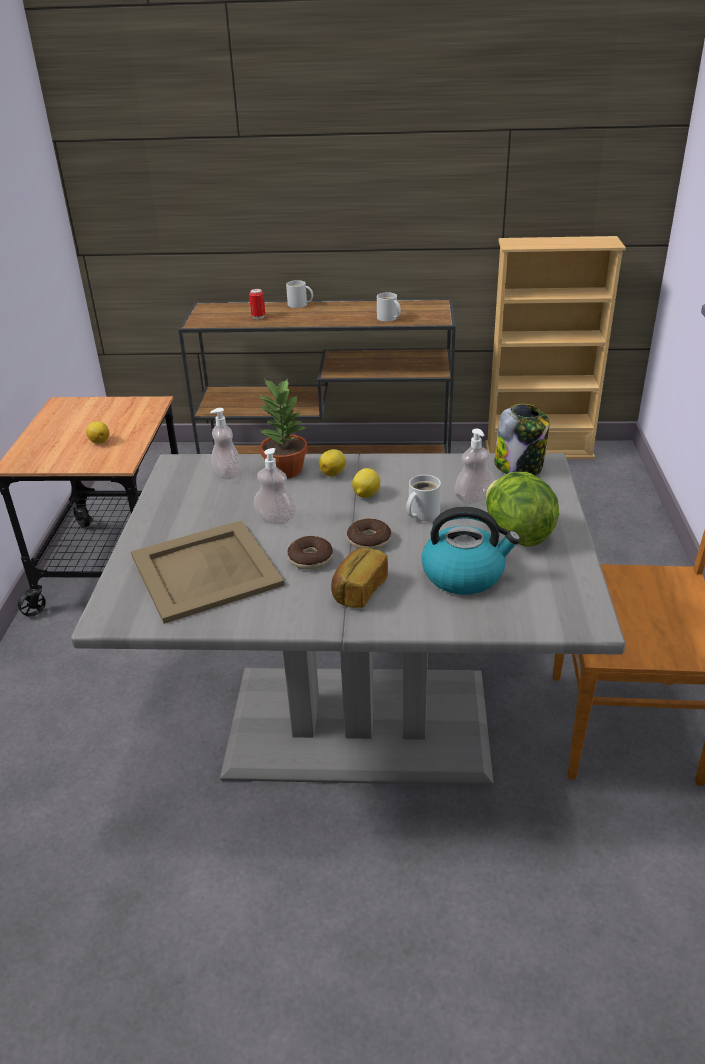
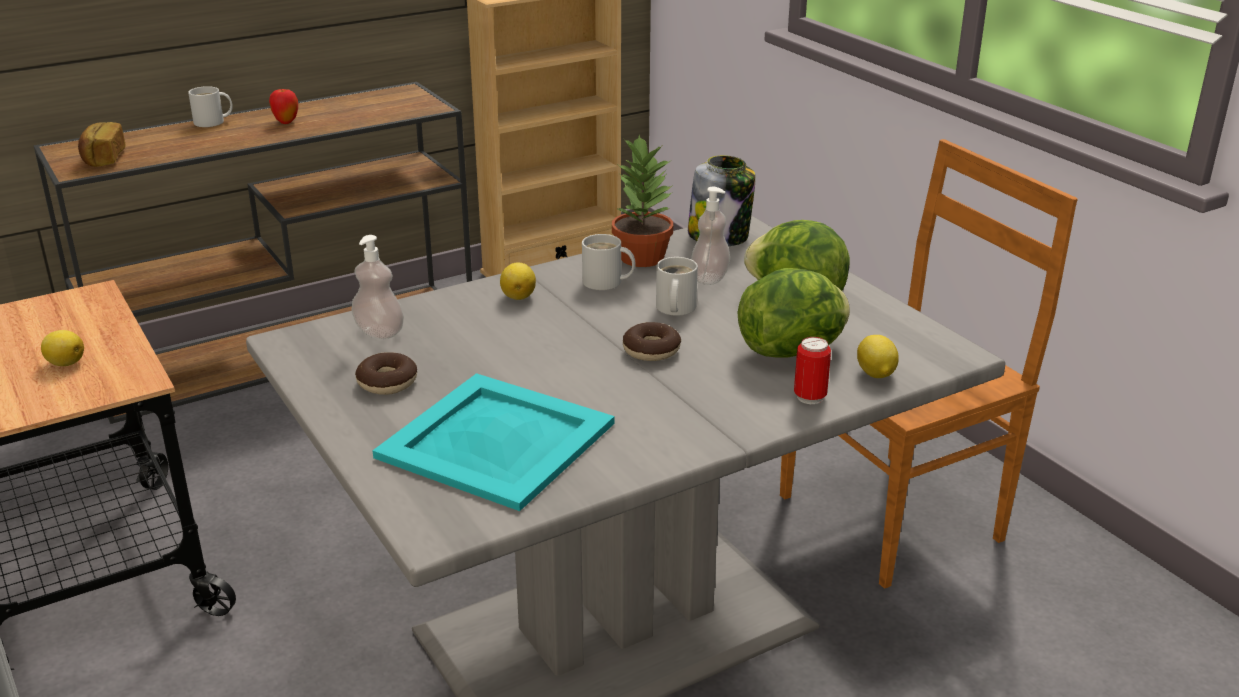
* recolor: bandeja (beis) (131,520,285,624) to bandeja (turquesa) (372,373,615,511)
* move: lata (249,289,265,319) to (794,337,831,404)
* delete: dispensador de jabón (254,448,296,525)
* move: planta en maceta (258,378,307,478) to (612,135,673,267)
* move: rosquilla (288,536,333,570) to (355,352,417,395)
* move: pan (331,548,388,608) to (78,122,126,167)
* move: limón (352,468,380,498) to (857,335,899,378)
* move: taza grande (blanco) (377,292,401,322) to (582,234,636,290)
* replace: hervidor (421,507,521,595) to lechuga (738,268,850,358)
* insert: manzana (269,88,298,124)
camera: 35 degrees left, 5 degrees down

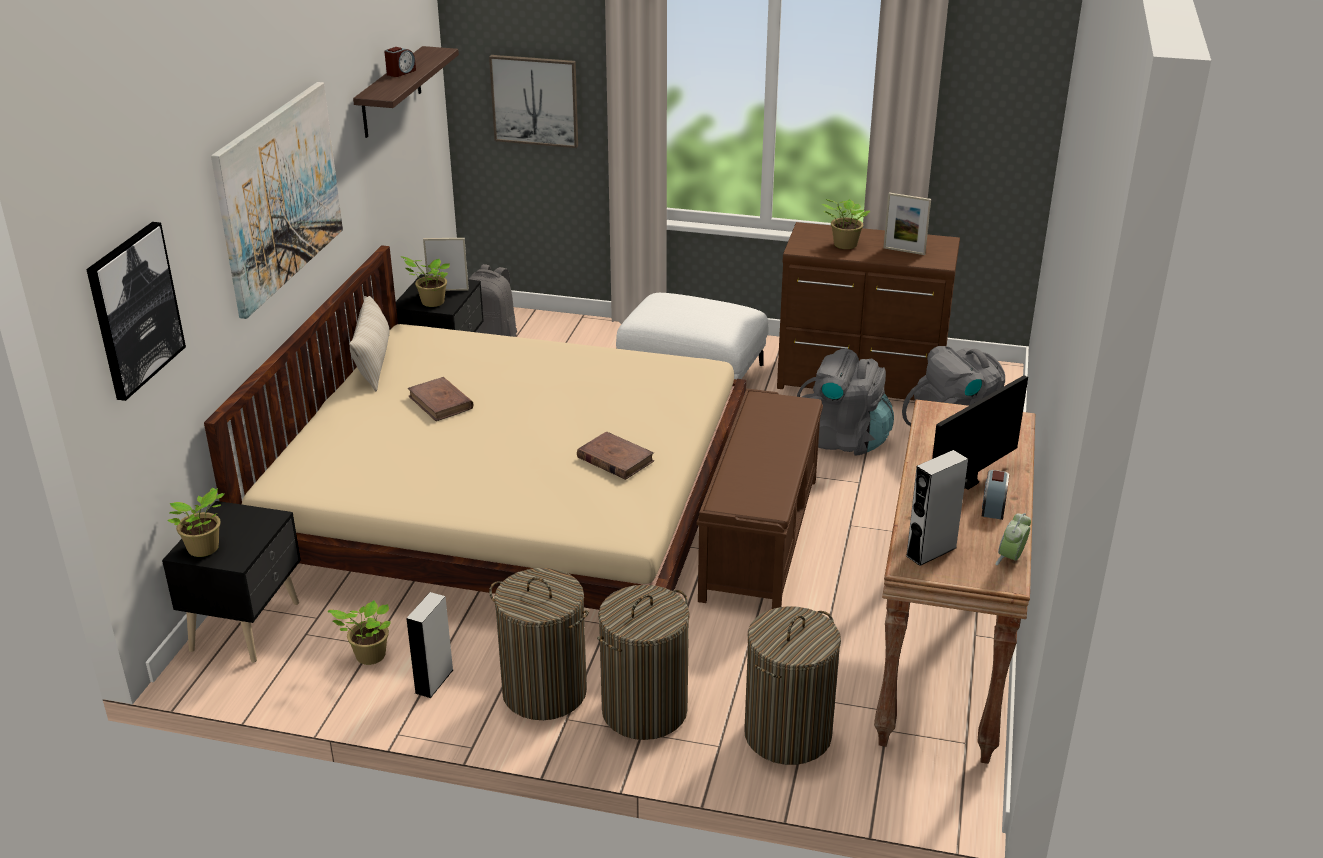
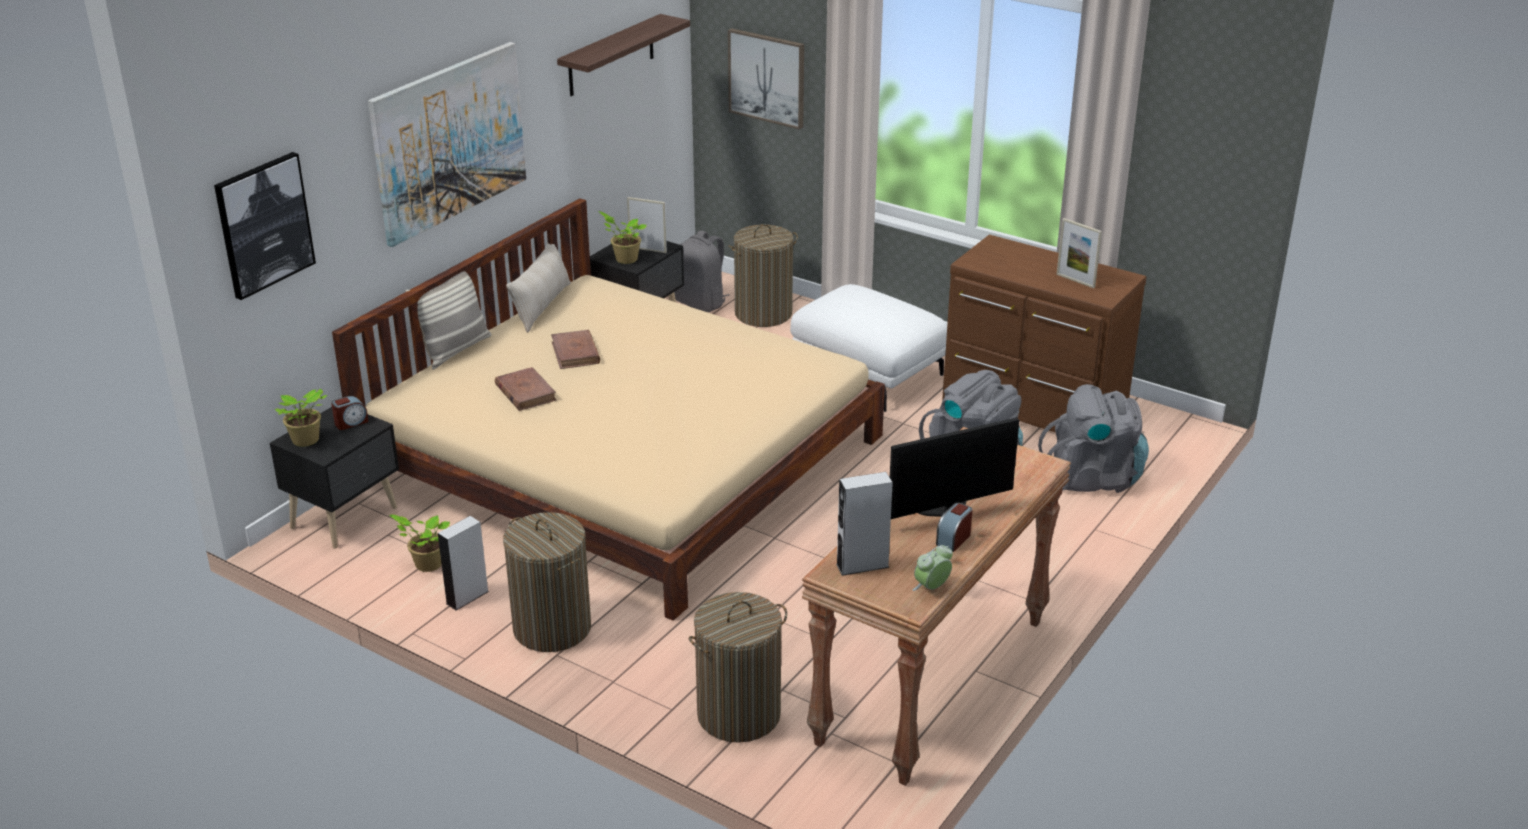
* move: despertador (384,47,416,77) to (331,396,369,430)
* move: libro (marrón) (577,431,654,480) to (495,367,557,411)
* move: cesto de la ropa (597,585,690,740) to (728,224,798,327)
* delete: banco (marrón) (697,389,823,609)
* delete: planta en maceta (821,199,870,249)
* insert: cojín (405,271,492,370)
camera: 20 degrees right, 0 degrees up

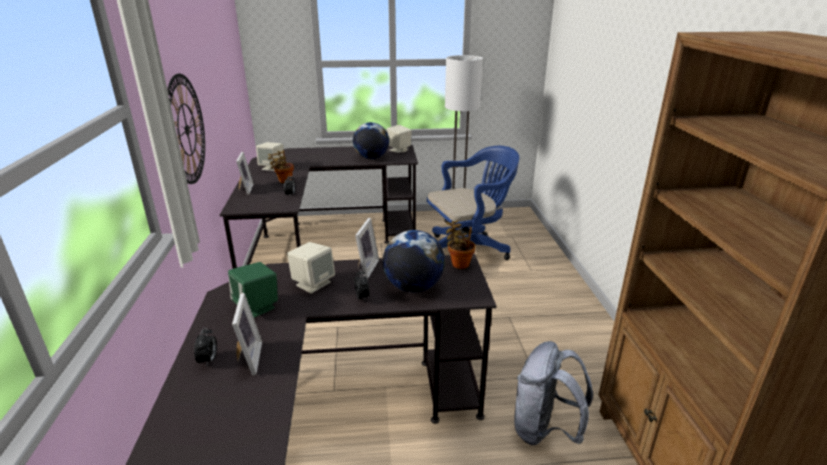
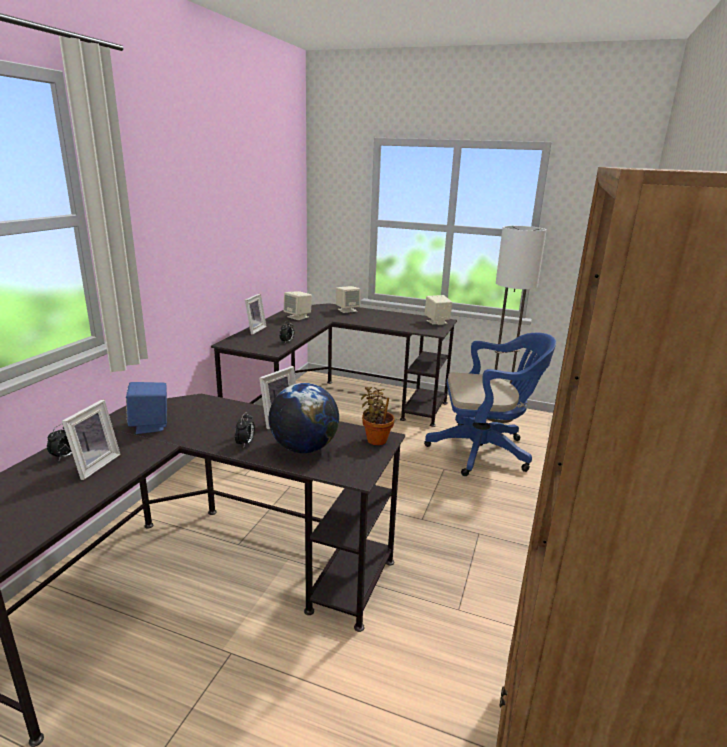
* delete: reloj de pared (167,74,205,184)
* recolor: altavoz (verde) (228,262,278,318) to altavoz (azul) (126,382,167,434)
* delete: planta en maceta (268,150,294,183)
* move: altavoz (beis) (287,242,335,294) to (336,286,360,313)
* delete: globo terráqueo (353,122,389,159)
* delete: mochila (gris) (514,341,593,445)
camera: 25 degrees right, 5 degrees down

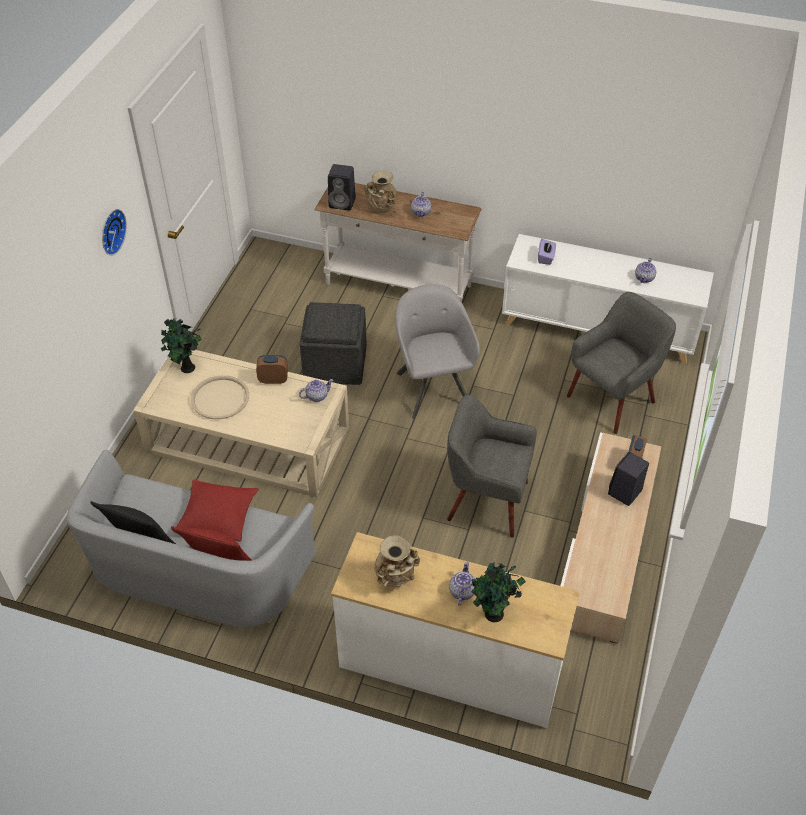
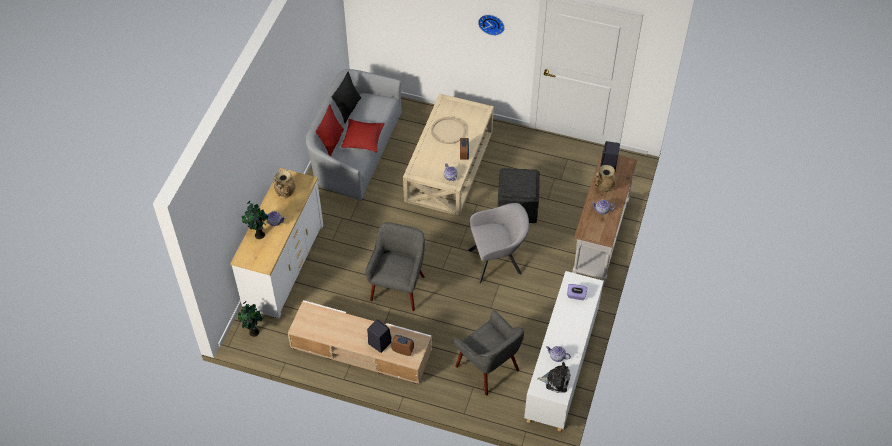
* move: planta en maceta (161,318,202,373) to (237,301,263,337)
* insert: peluche (537,362,570,393)
camera: 90 degrees right, 5 degrees up

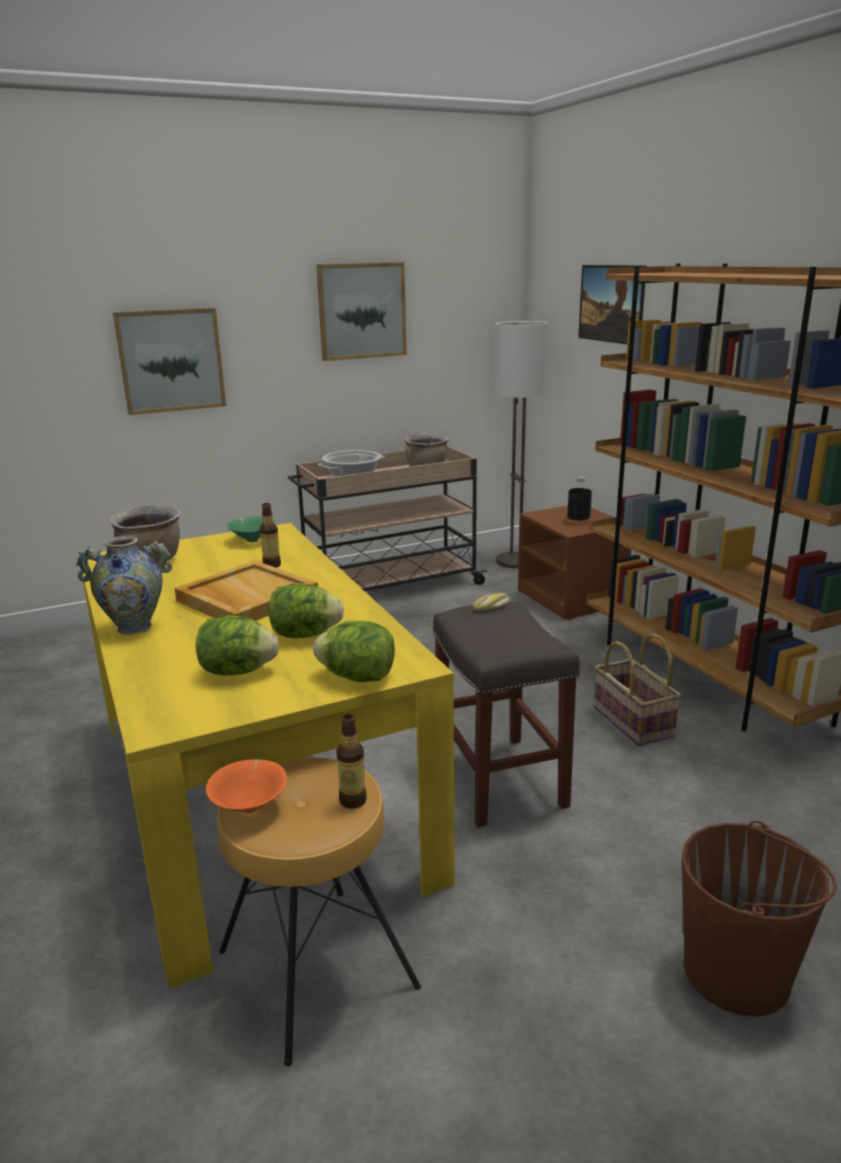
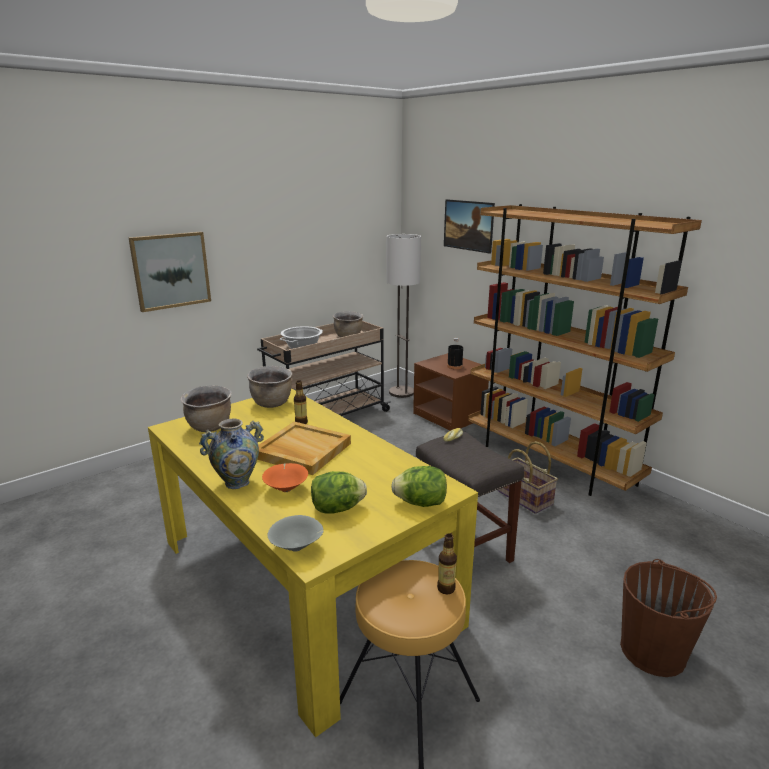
* move: cuenco (naranja) (206,759,287,813) to (262,463,308,492)
* replace: cuenco (verde) (227,516,275,542) to olla (marrón) (247,366,292,408)
* delete: lechuga (269,583,344,638)
* delete: cuadro (316,262,407,361)
* insert: cuenco (gris) (268,515,324,552)
camera: 15 degrees left, 0 degrees up

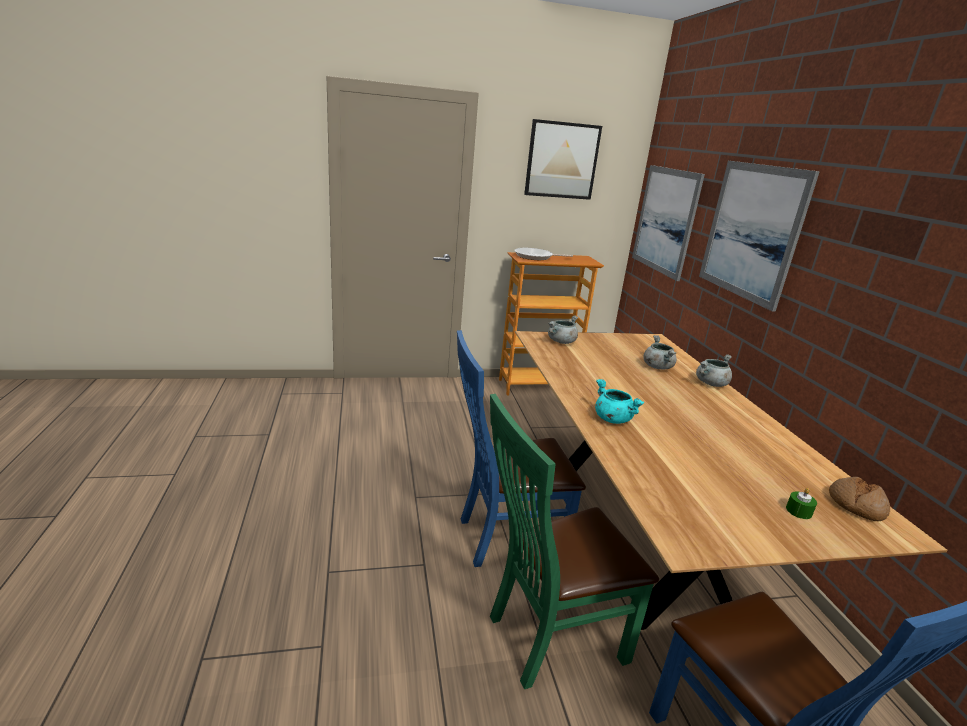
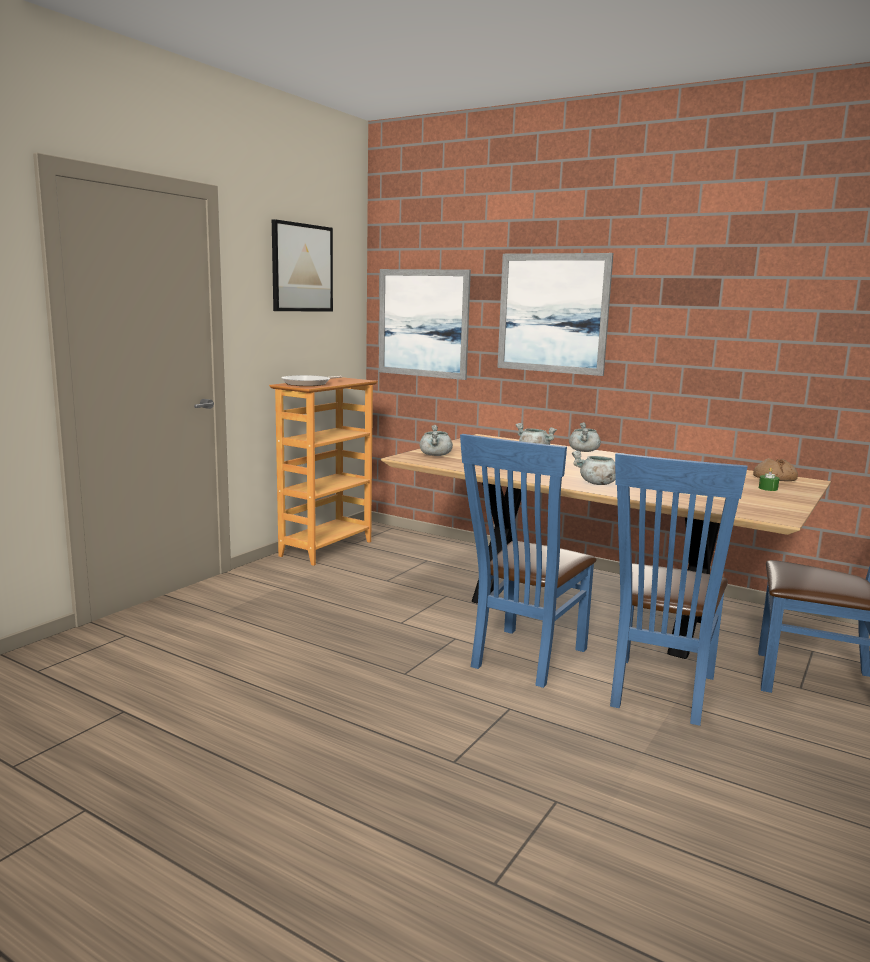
* recolor: silla (verde) (490,394,659,689) to silla (azul) (610,453,748,726)
* recolor: olla (turquesa) (595,379,644,424) to olla (gris) (572,451,624,485)
camera: 45 degrees left, 10 degrees down

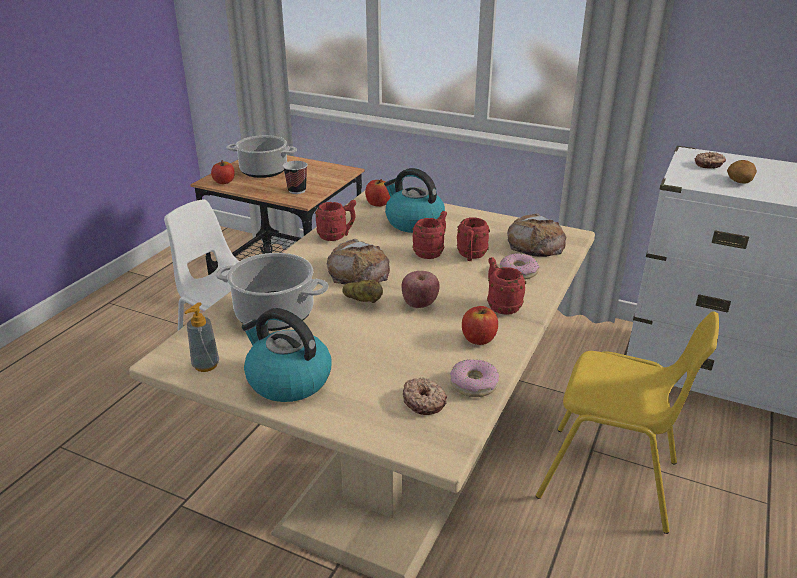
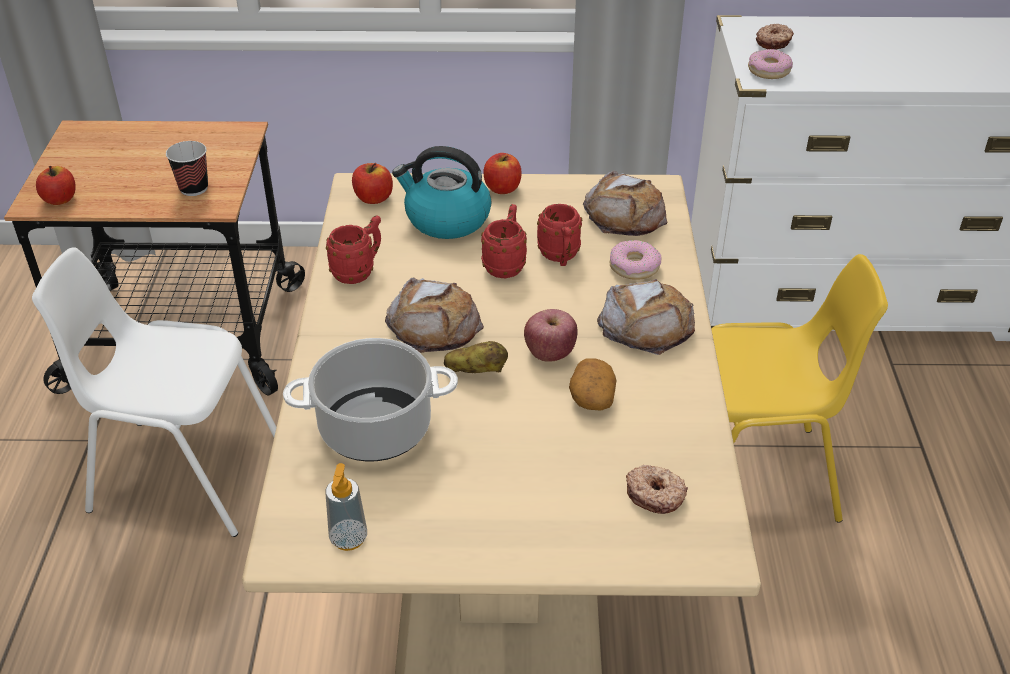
* delete: olla (227,135,297,178)
* delete: hervidor (242,308,332,402)
* move: rosquilla (450,360,499,397) to (748,49,793,79)
* move: manzana (462,306,498,345) to (484,153,522,194)
* replace: taza grande (rojo) (487,257,526,315) to pan (597,279,695,355)
* move: patata (727,160,757,184) to (569,358,617,411)
camera: 25 degrees left, 10 degrees up

